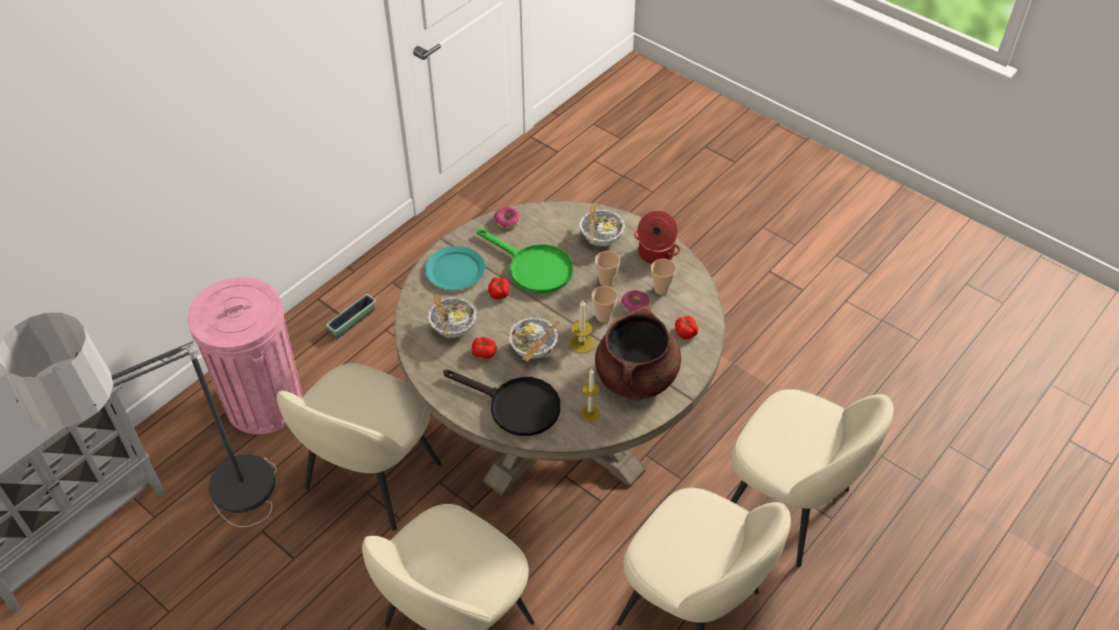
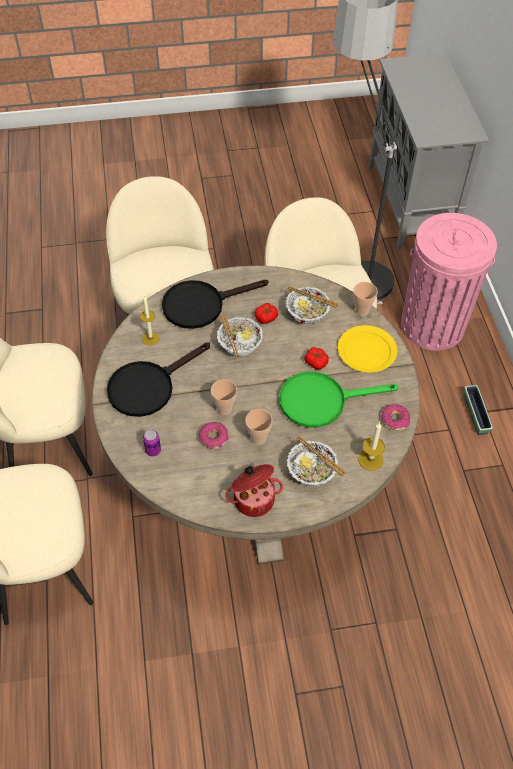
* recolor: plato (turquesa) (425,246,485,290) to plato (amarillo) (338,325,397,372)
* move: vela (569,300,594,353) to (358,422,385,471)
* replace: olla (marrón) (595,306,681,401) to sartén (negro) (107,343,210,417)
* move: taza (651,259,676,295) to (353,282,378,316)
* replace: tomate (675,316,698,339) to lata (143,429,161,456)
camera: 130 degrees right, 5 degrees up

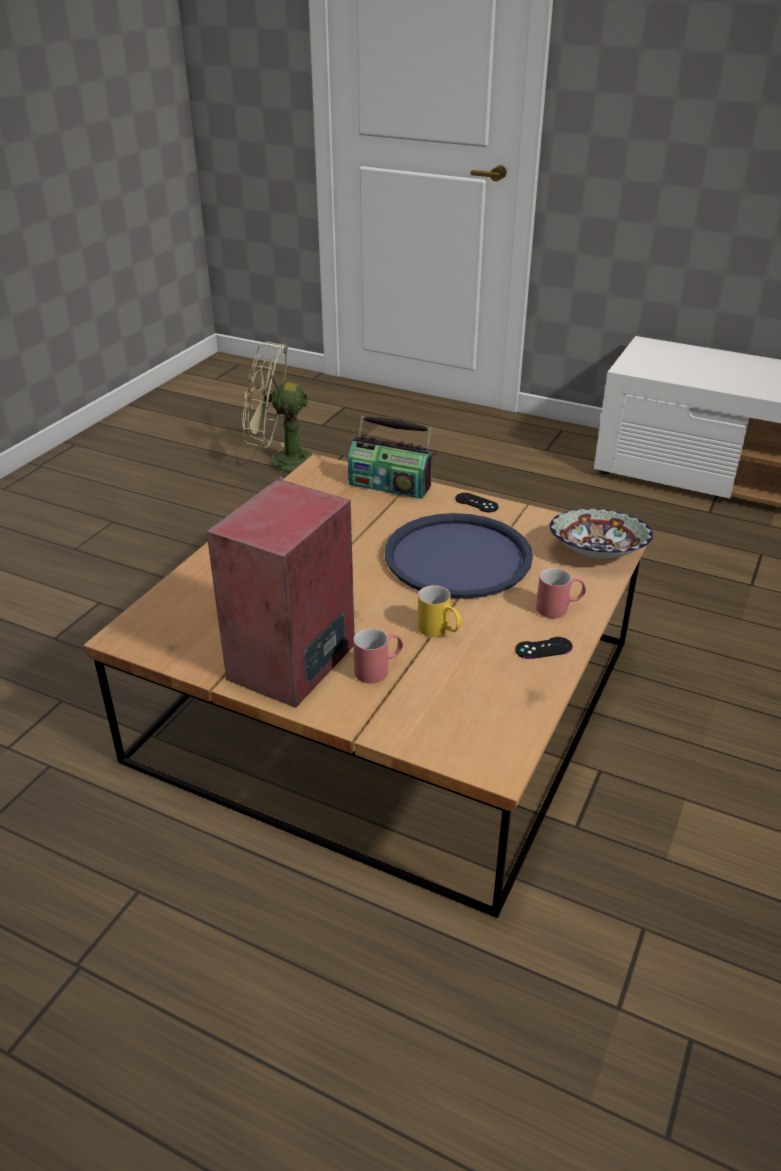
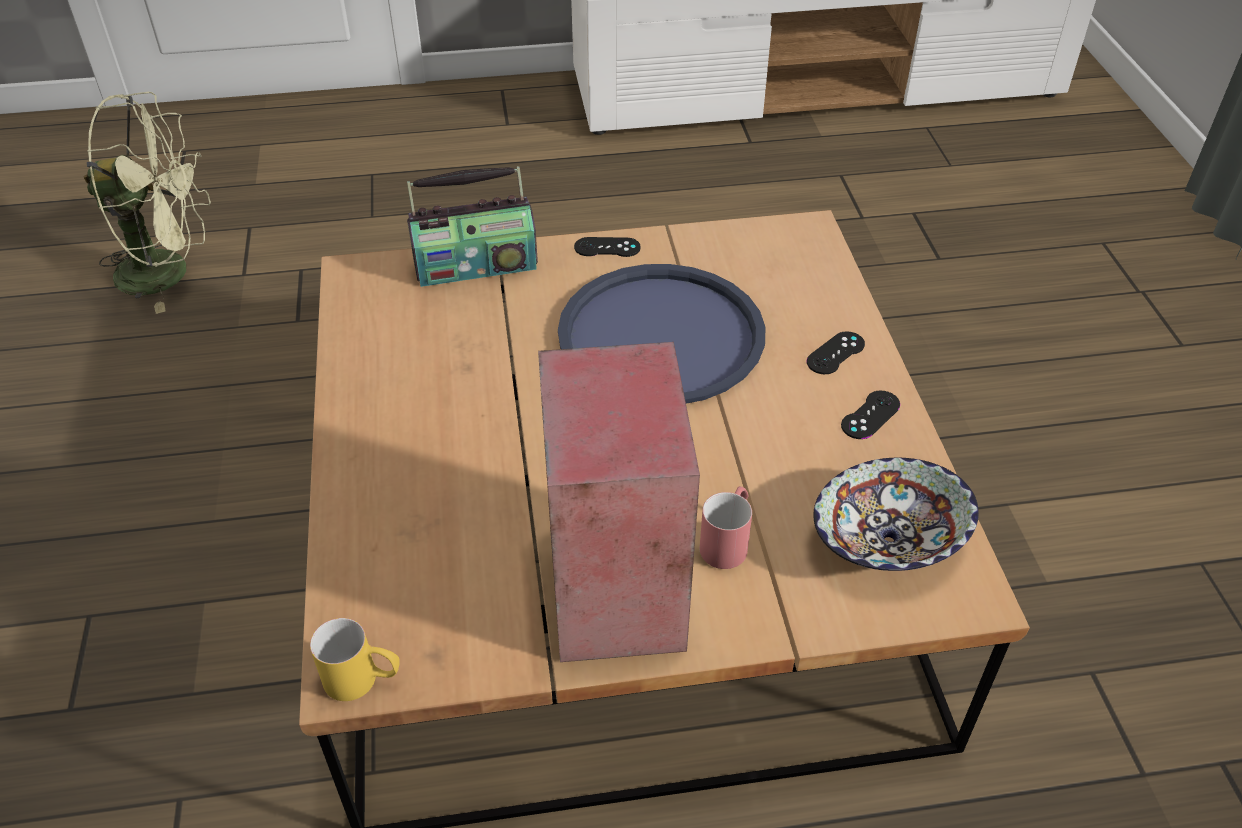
* rotate: ventilador (verde) (242,342,313,480) = (84,92,211,314) 150 degrees counterclockwise
* move: taza grande (amarillo) (418,585,462,637) to (310,618,400,701)
* replace: taza grande (rojo) (536,568,586,618) to mando de consola (negro) (807,331,865,374)
* move: cuenco (550,509,653,558) to (813,458,979,571)
camera: 35 degrees left, 10 degrees up

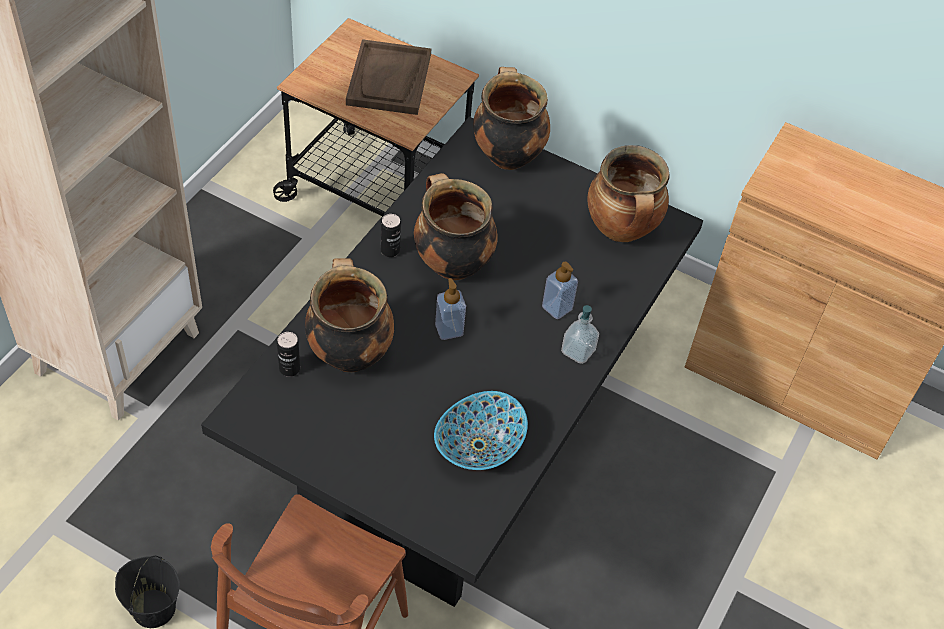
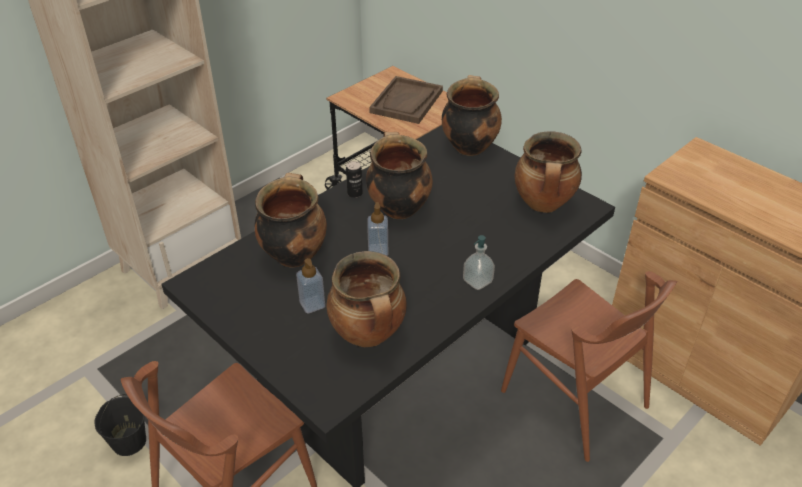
* delete: lata (277,332,300,377)
* replace: cuenco (434,391,528,470) to olla (326,251,407,347)
* move: dispensador de jabón (542,262,578,319) to (296,258,325,314)
* insert: silla (marrón) (501,271,677,462)
camera: 20 degrees right, 10 degrees down

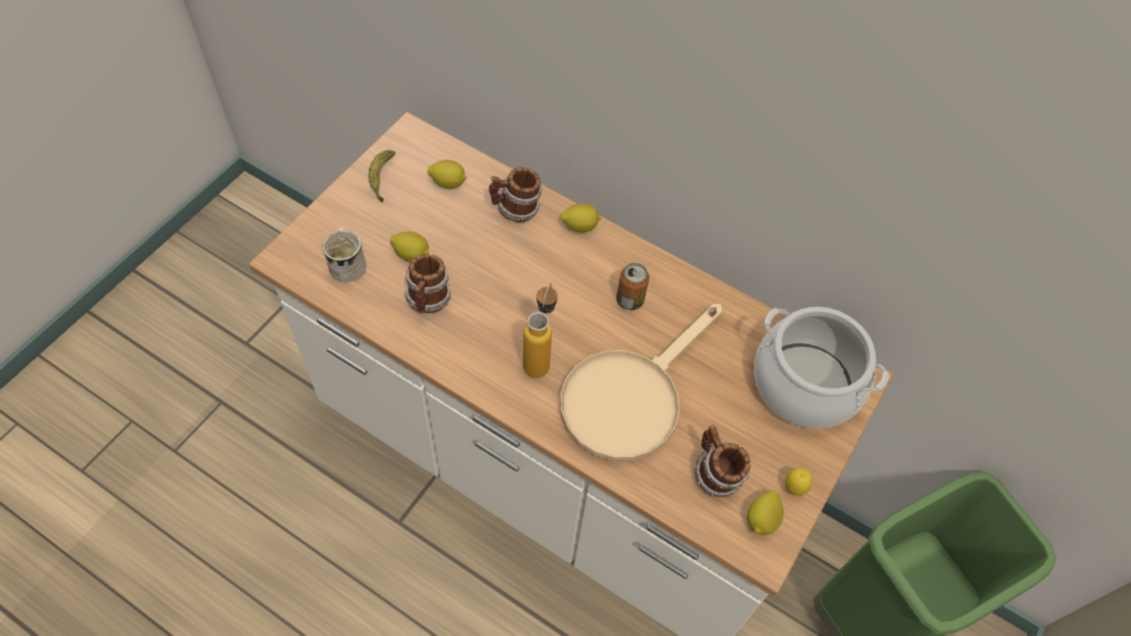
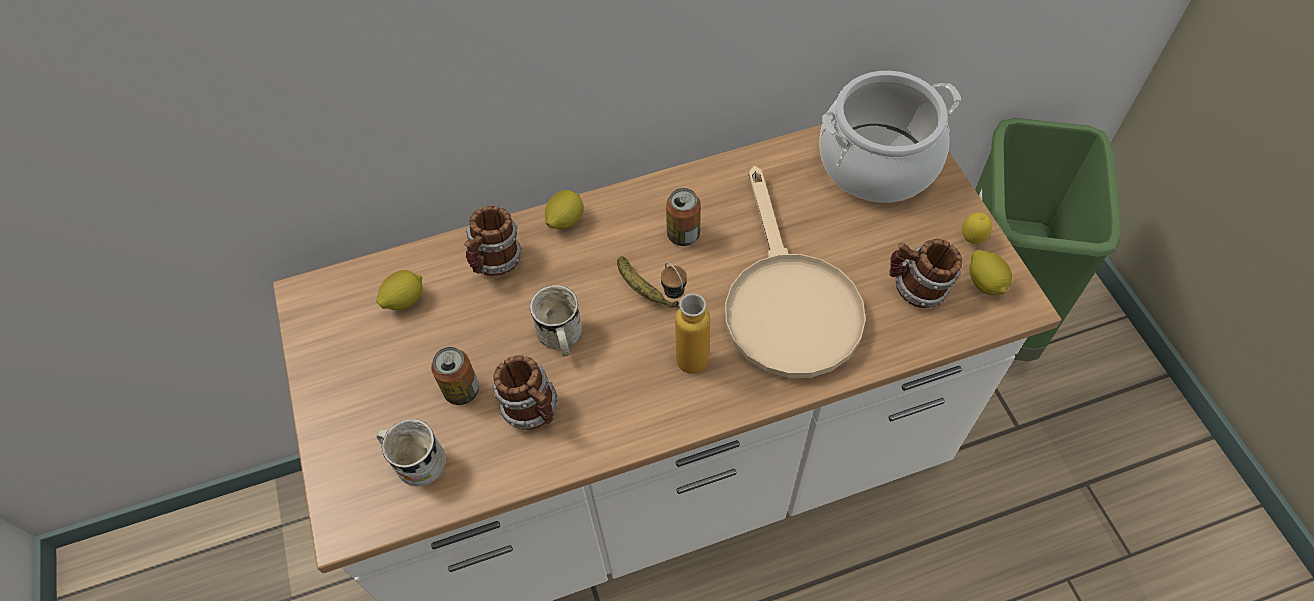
* move: plátano (369,150,395,202) to (617,256,679,308)
* replace: limón (390,231,429,262) to lata (431,347,479,405)
* insert: taza grande (blanco) (530,285,582,357)
camera: 45 degrees left, 0 degrees up

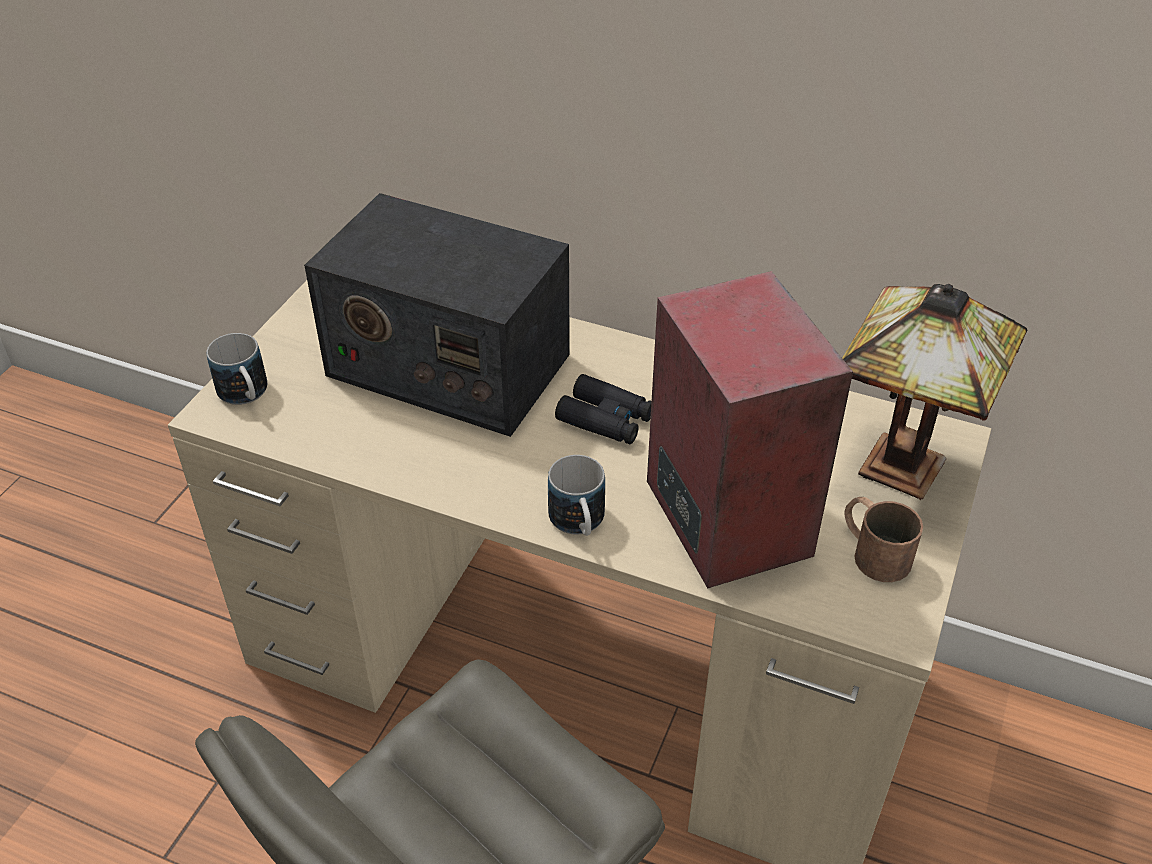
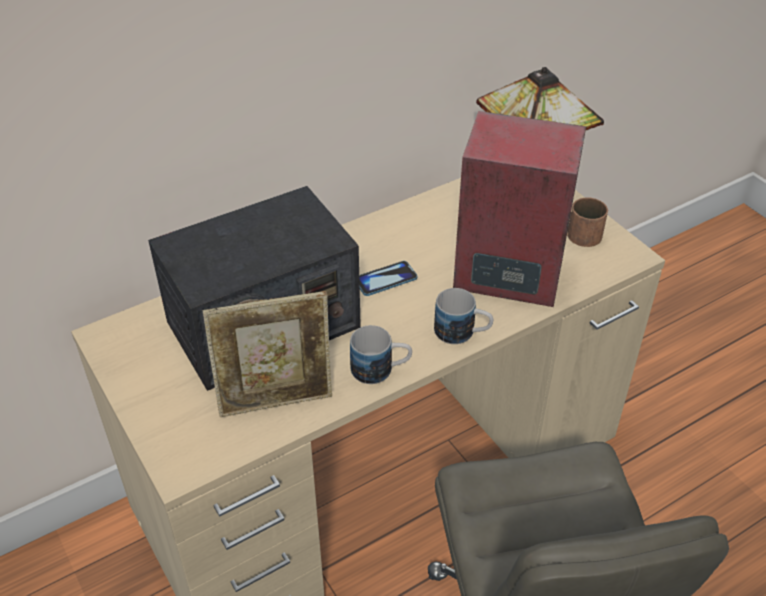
* move: taza grande (206,333,267,405) to (350,325,412,384)
* replace: prismáticos (negro) (555,374,651,444) to móvil (359,261,417,296)
* insert: portarretratos (203,291,332,417)
camera: 55 degrees left, 0 degrees up

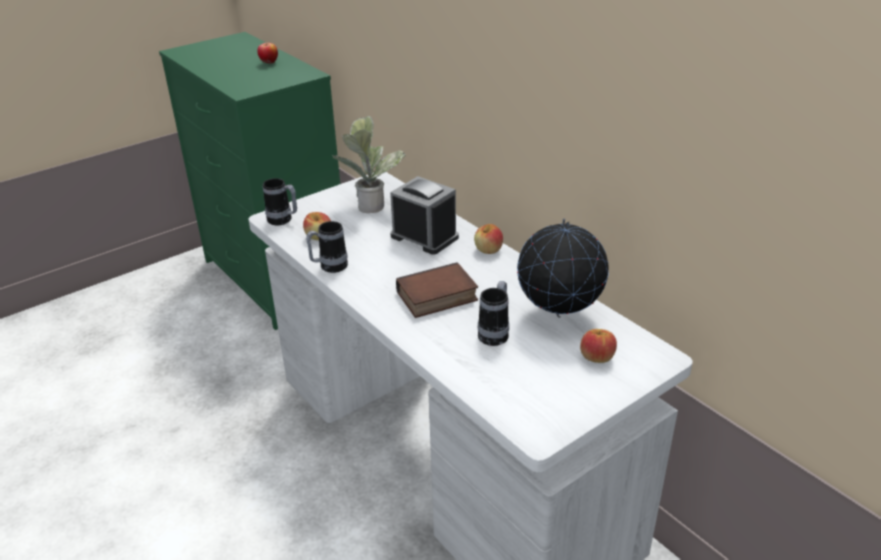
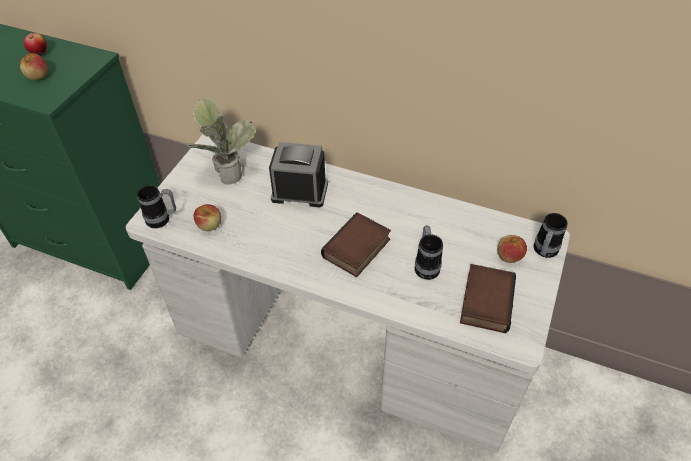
* move: taza grande (306,221,348,273) to (534,213,568,258)
* move: manzana (474,224,503,254) to (20,53,48,80)
* delete: globo terráqueo (517,218,609,318)
* insert: libro (460,264,516,333)
camera: 30 degrees left, 15 degrees up

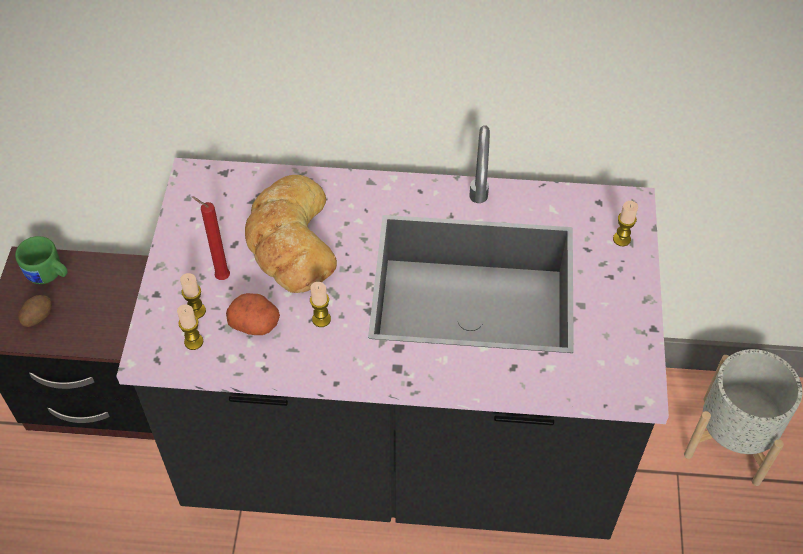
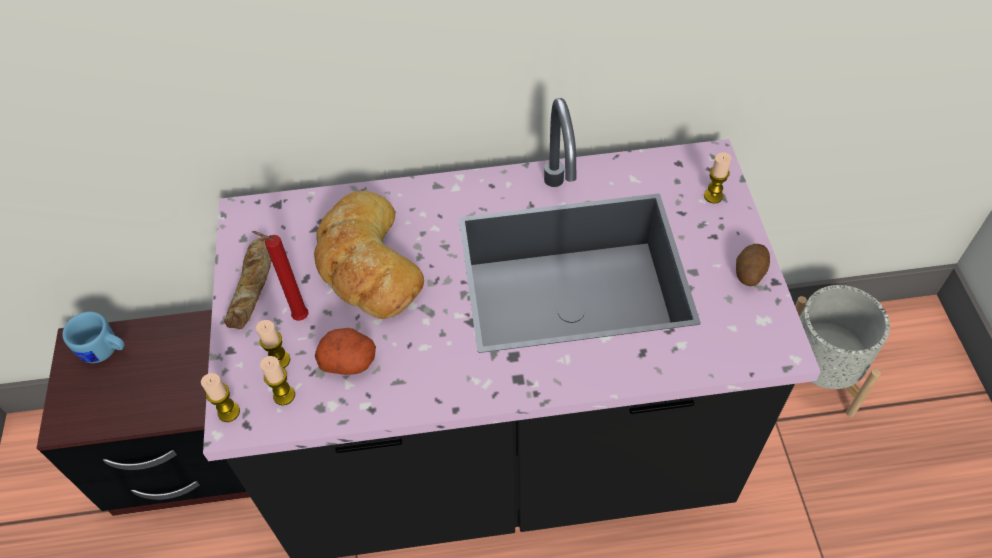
* recolor: taza grande (verde) (15,236,68,284) to taza grande (azul) (62,312,125,363)
* move: patata (18,295,52,327) to (736,244,770,286)
* move: vela (310,282,331,327) to (201,373,240,422)
* insert: pan (224,237,272,329)
camera: 10 degrees left, 0 degrees up

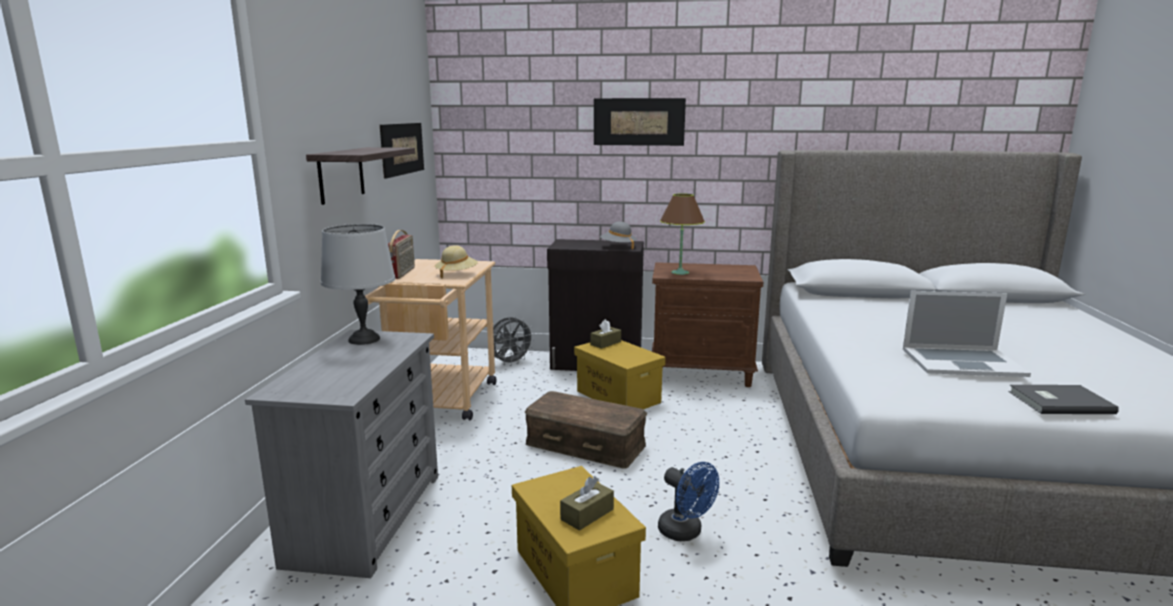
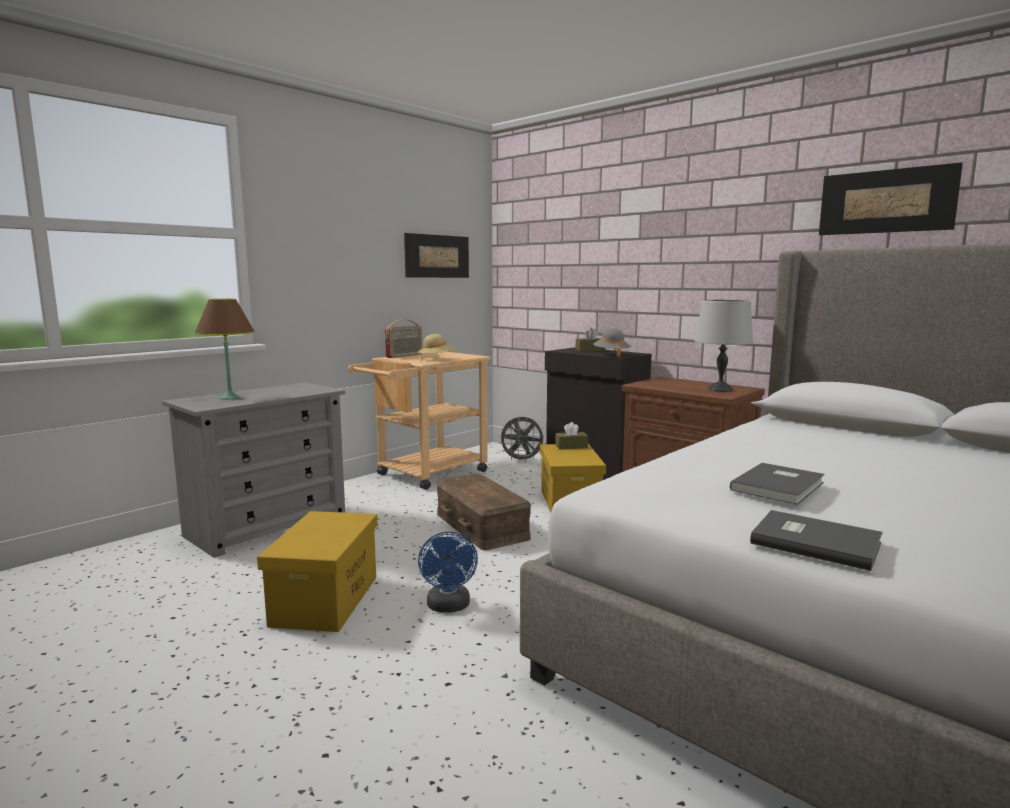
* delete: estante (306,147,415,205)
* move: lámpara de mesa (gris) (321,224,395,345) to (695,300,753,392)
* move: caja de pañuelos (marrón) (560,476,614,531) to (575,328,606,352)
* move: cuadro (594,98,686,146) to (819,162,963,235)
* move: lámpara de mesa (marrón) (660,194,705,275) to (194,299,255,399)
* replace: portátil (903,291,1031,377) to libro (gris) (730,463,825,505)
camera: 35 degrees right, 5 degrees down

